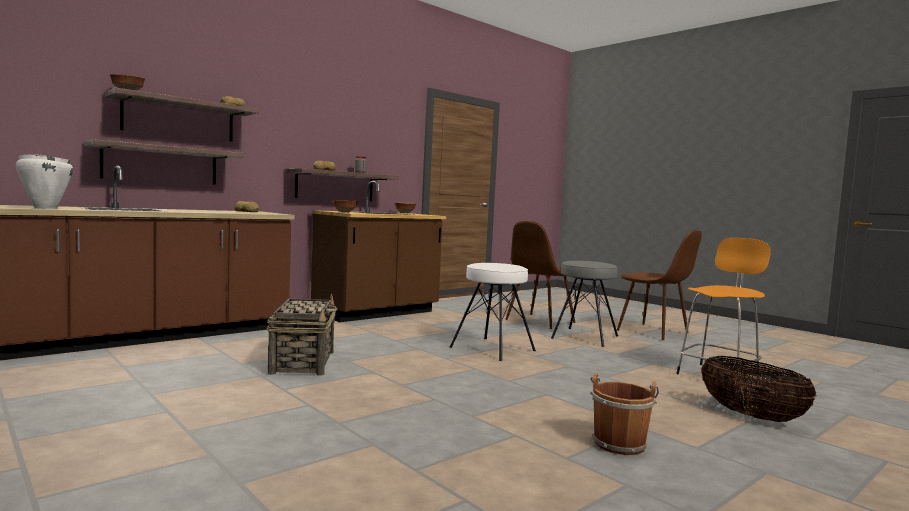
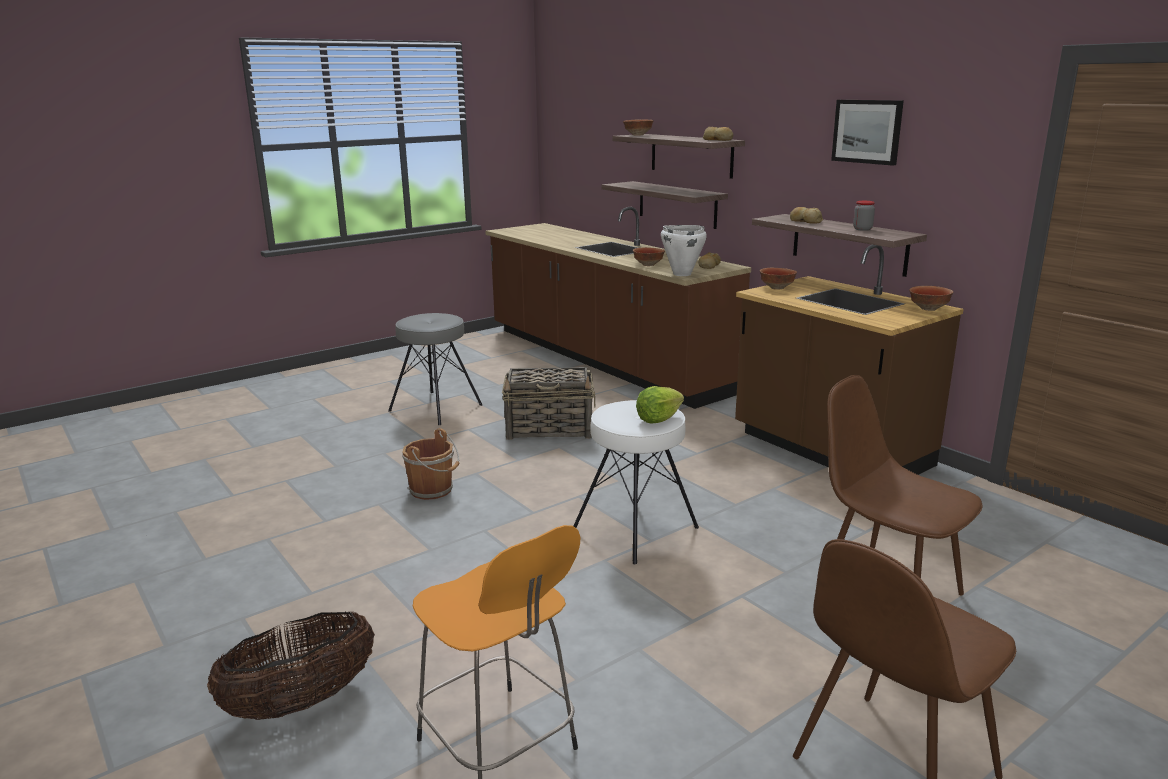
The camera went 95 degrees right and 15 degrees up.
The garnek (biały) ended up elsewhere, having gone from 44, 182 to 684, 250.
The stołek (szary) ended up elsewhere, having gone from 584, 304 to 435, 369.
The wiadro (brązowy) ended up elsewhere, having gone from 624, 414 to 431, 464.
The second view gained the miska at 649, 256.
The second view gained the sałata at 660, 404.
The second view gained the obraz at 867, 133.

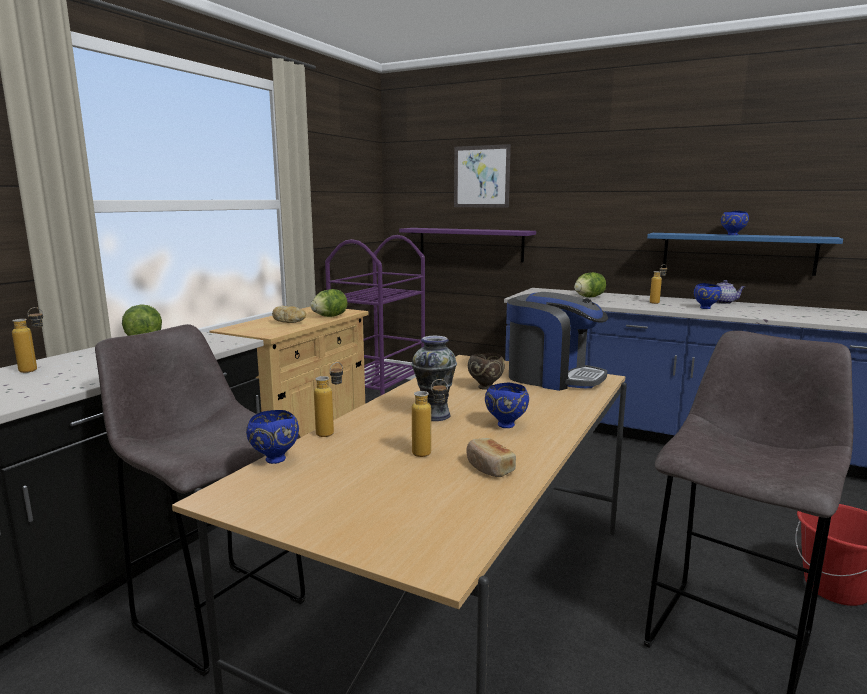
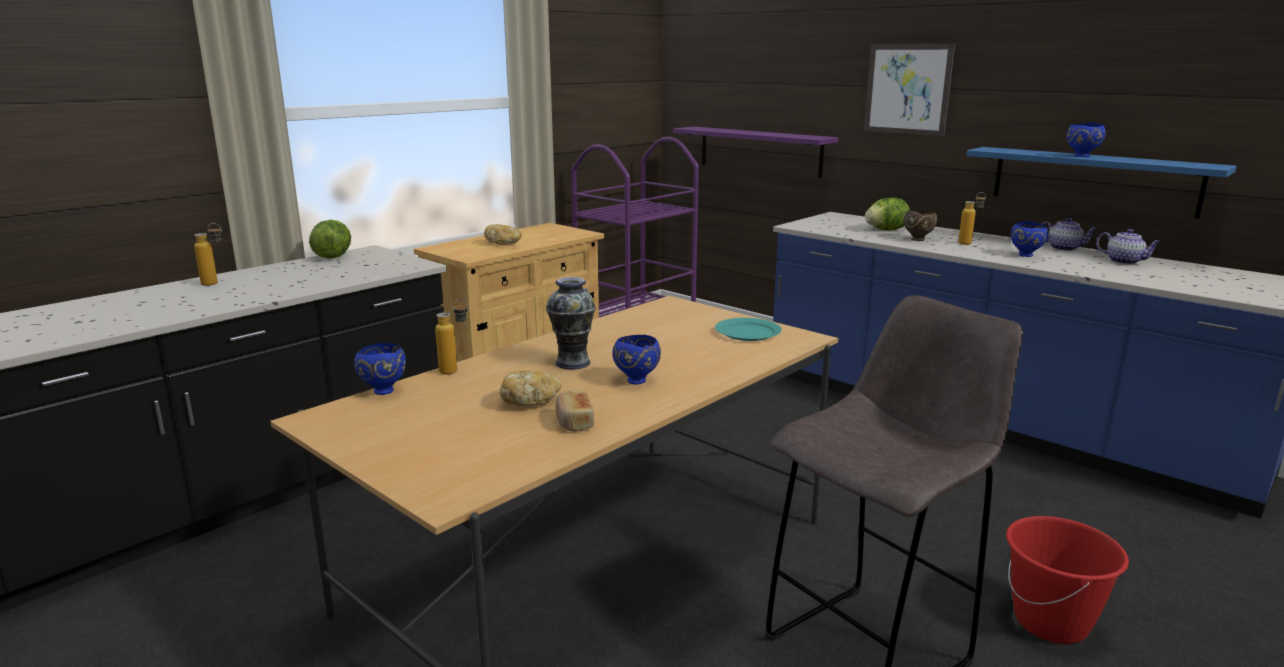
The camera went 15 degrees right and 5 degrees up.
The second view lost the stołek (szary) at 200, 500.
The second view lost the sałata at 328, 303.
Where the butelka stood at 430, 418, the chleb came to stand at 530, 388.
The obraz ended up elsewhere, having gone from 482, 176 to 909, 89.
The miska (brązowy) ended up elsewhere, having gone from 486, 371 to 920, 225.
Where the ekspres do kawy stood at 557, 341, the talerz (turkusowy) came to stand at 748, 329.
The second view gained the imbryk at 1128, 246.

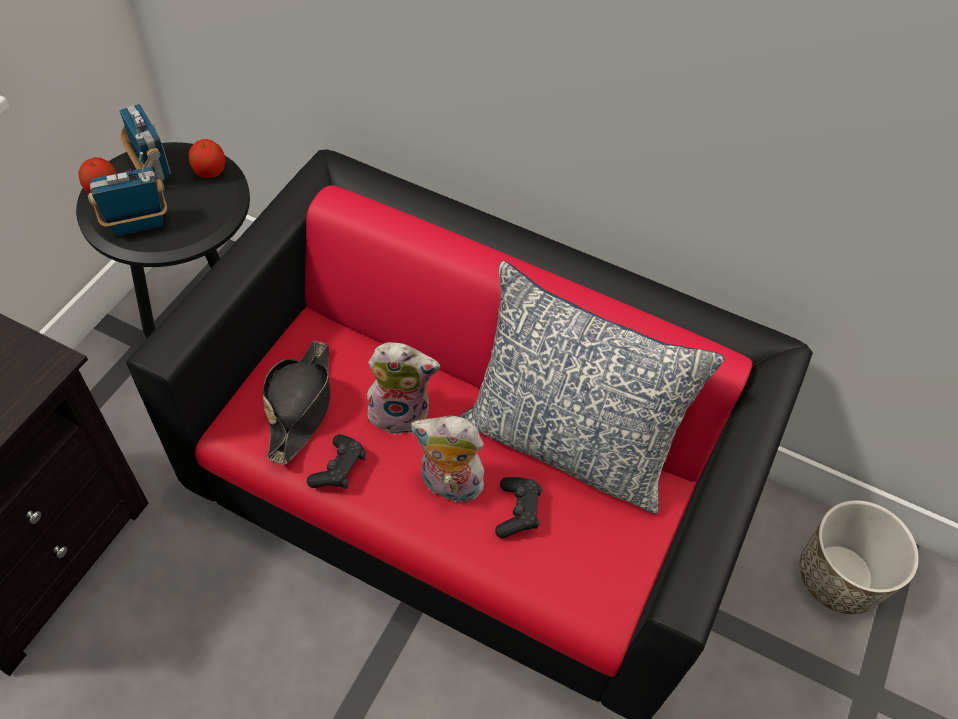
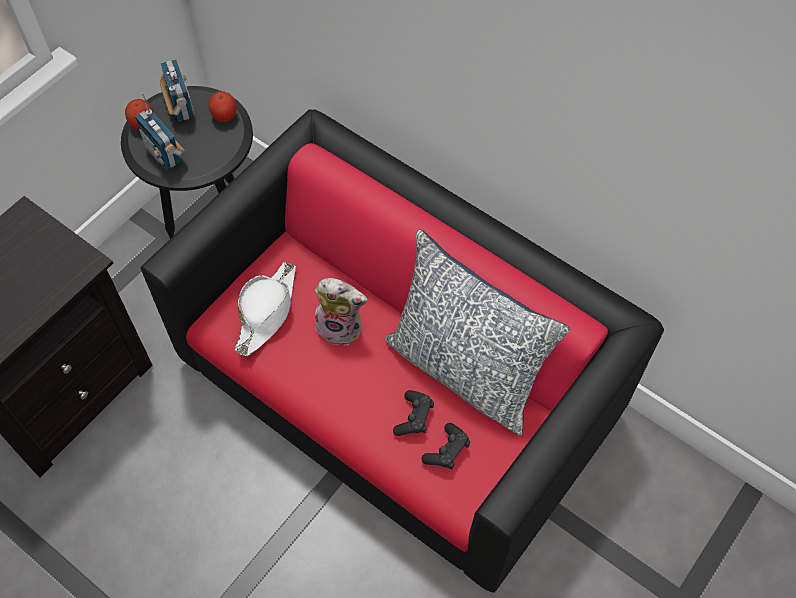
The camera went 15 degrees right and 5 degrees up.
The radio at 127, 194 ended up facing another way, 120 degrees counterclockwise from before.
What was the kapelusz (czarny) at 296, 402 turned into the kapelusz (biały) at 265, 309.
The pad do gier (czarny) ended up elsewhere, having gone from 336, 461 to 446, 446.
The second view lost the pluszak at 447, 461.
The second view lost the donica at 859, 557.

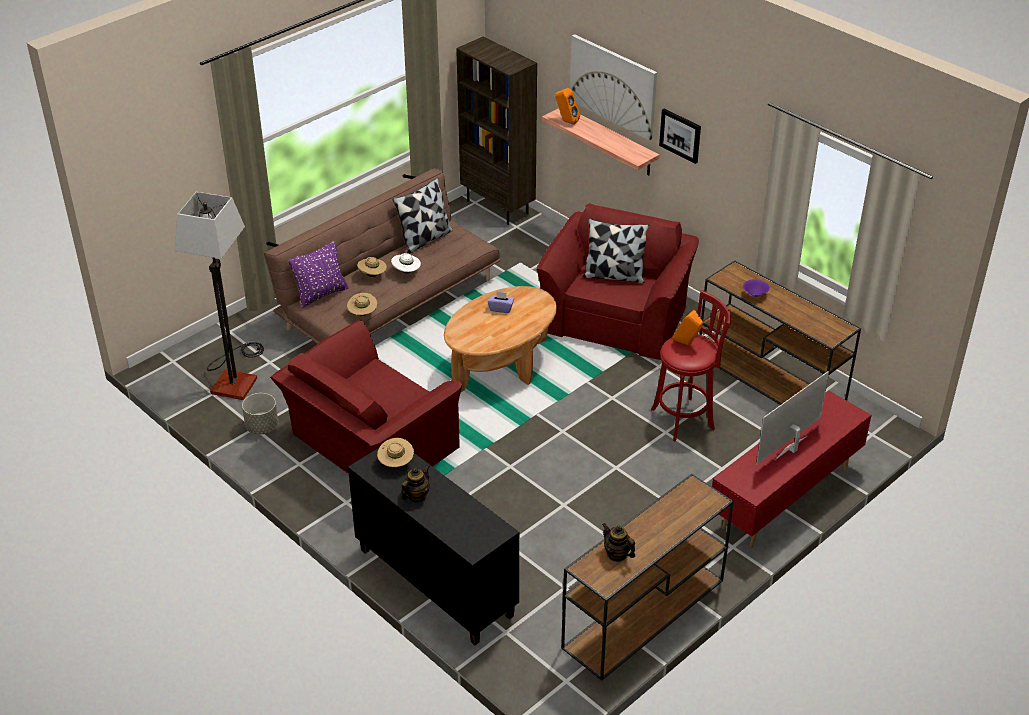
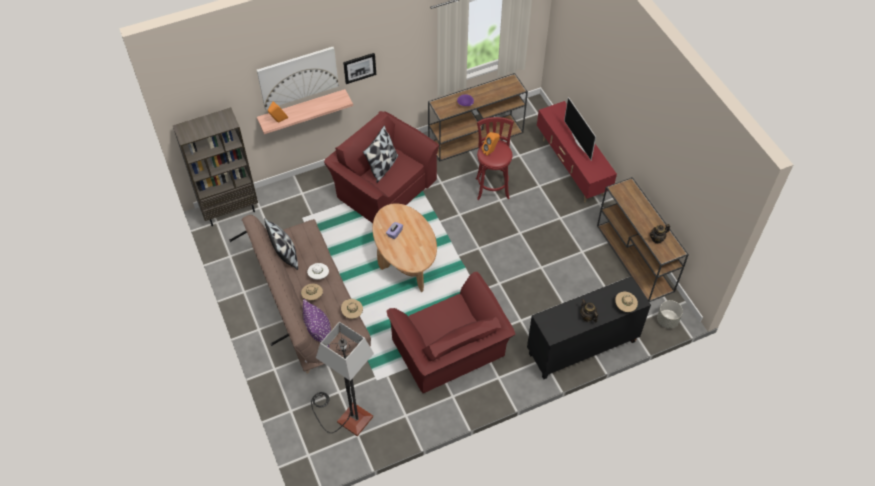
The camera went 70 degrees left and 15 degrees up.
The donica (szary) ended up elsewhere, having gone from 260, 413 to 670, 314.
The kapelusz (beżowy) ended up elsewhere, having gone from 395, 452 to 626, 301.

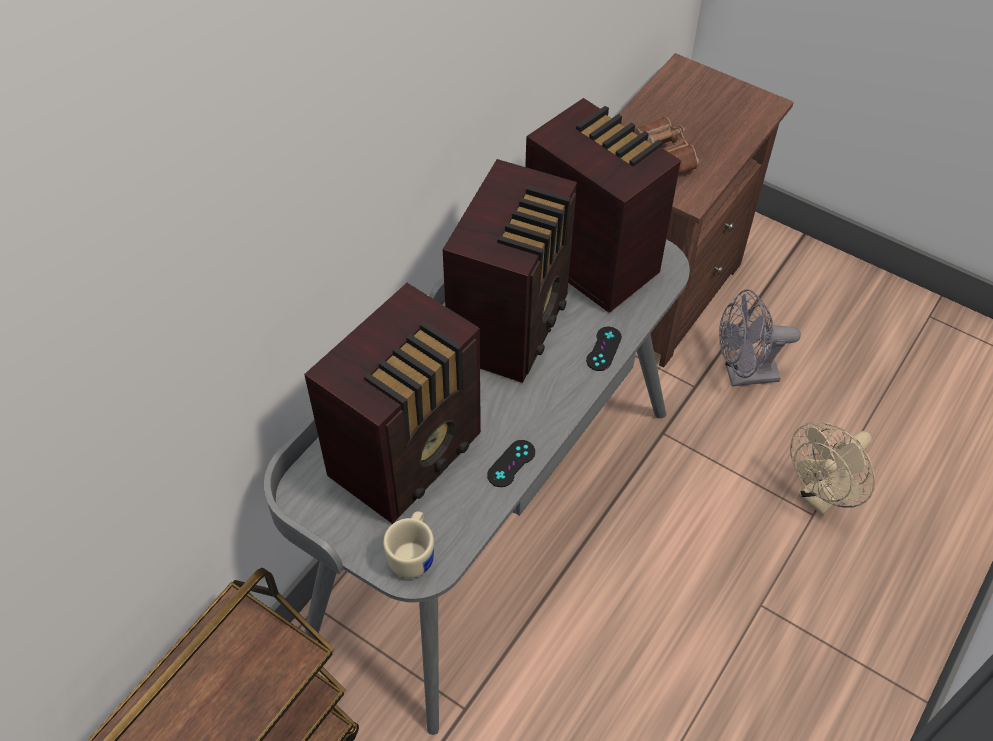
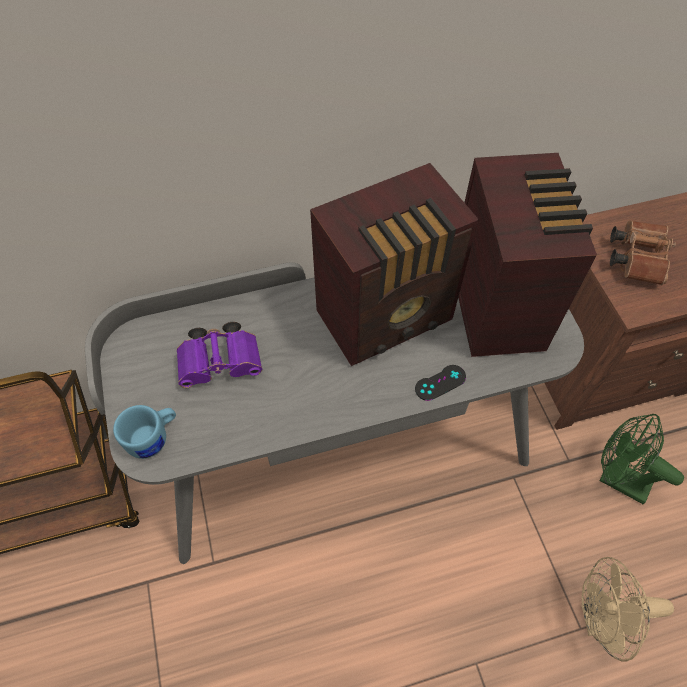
The camera went 40 degrees right and 5 degrees up.
Where the radio stood at 392, 403, the lornetka (fioletowy) came to stand at 219, 355.
What was the kubek (beżowy) at 408, 544 turned into the kubek (niebieski) at 144, 432.
The second view lost the pad do gier (czarny) at 511, 463.
What was the wentylator (szary) at 760, 337 turned into the wentylator (zielony) at 641, 459.

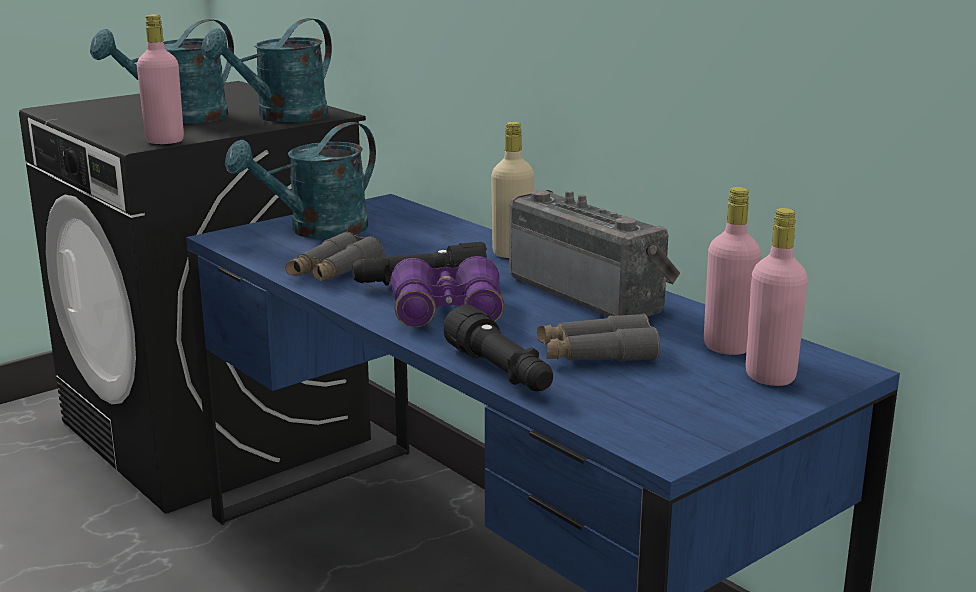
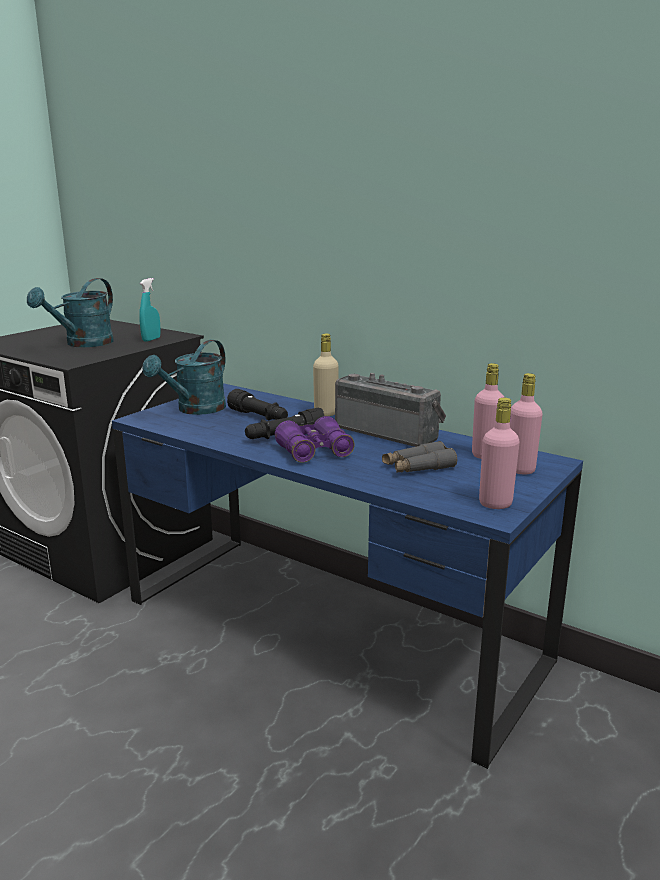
The camera went 15 degrees left and 0 degrees up.
The butelka (różowy) ended up elsewhere, having gone from 160, 79 to 499, 453.
Where the konewka (turkusowy) stood at 266, 70, the spryskiwacz (turkusowy) came to stand at 150, 310.
The second view lost the lornetka (szary) at 334, 256.
The latarka (czarny) ended up elsewhere, having gone from 498, 347 to 257, 404.

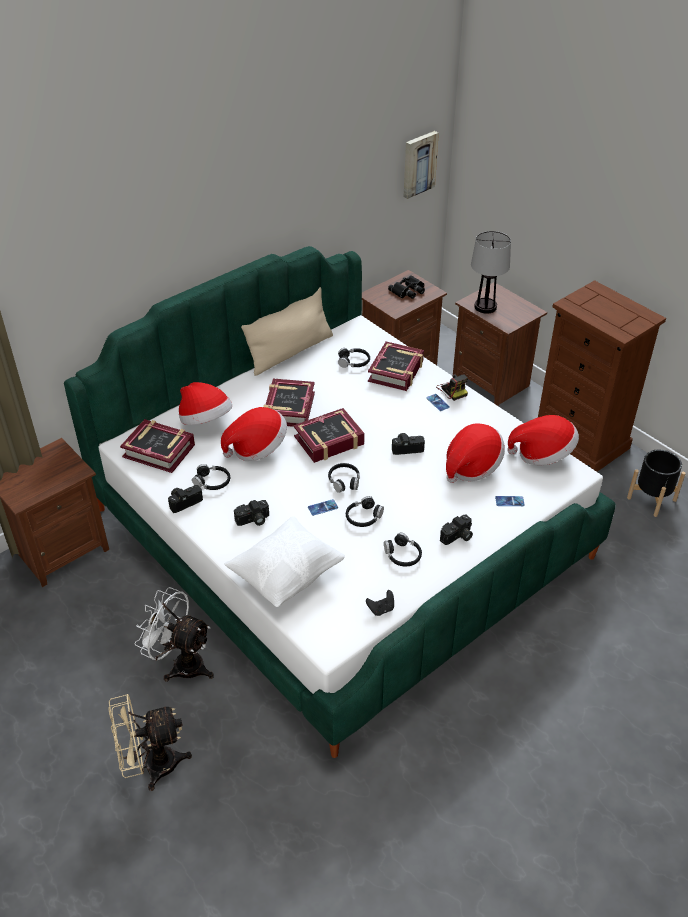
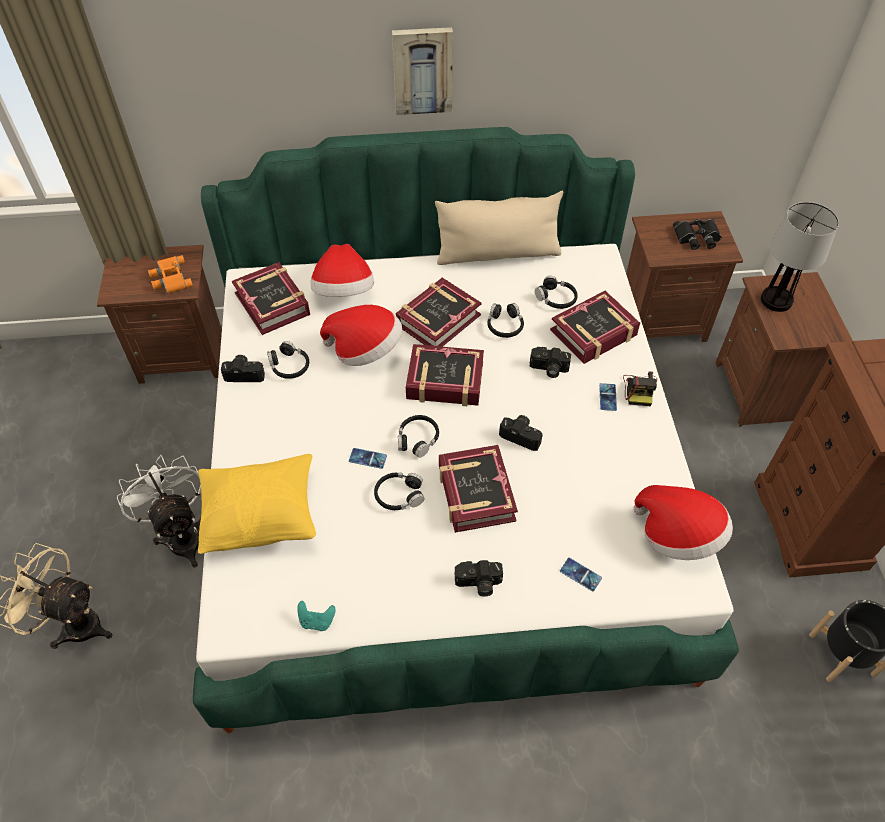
The camera went 35 degrees right and 10 degrees up.
What was the poduszka (biały) at 284, 562 turned into the poduszka (żółty) at 257, 504.
The aparat fotograficzny ended up elsewhere, having gone from 251, 513 to 550, 362.
What was the pad do gier (czarny) at 380, 603 turned into the pad do gier (turkusowy) at 316, 616.
The słuchawki (czarny) ended up elsewhere, having gone from 403, 549 to 505, 320.
The obraz ended up elsewhere, having gone from 421, 165 to 422, 71.
The second view lost the kapelusz at 475, 453.
The second view gained the lornetka (pomarańczowy) at 170, 274.
The second view gained the książka at 478, 489.

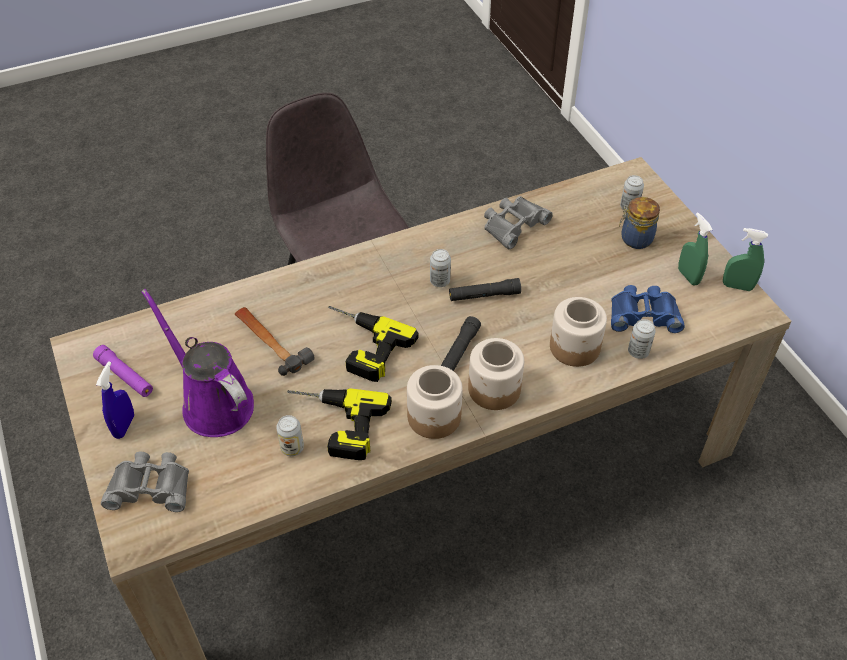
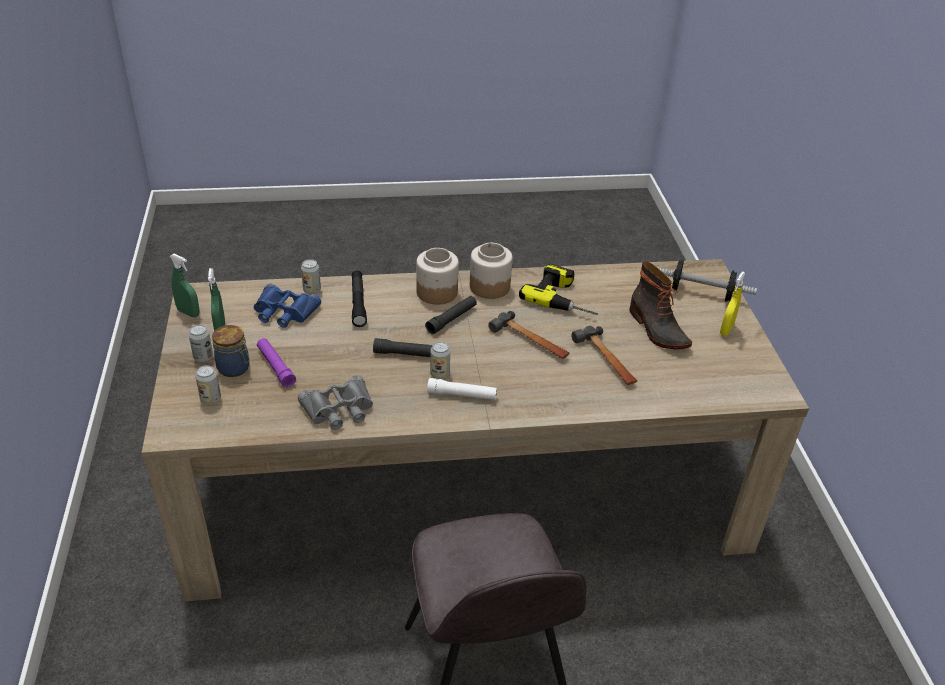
The camera went 165 degrees left and 10 degrees down.
The latarka (fioletowy) ended up elsewhere, having gone from 123, 371 to 276, 362.
What was the spryskiwacz (niebieski) at 115, 400 turned into the spryskiwacz (żółty) at 732, 304.
Where the lornetka (szary) stood at 145, 482, the hantel came to stand at 707, 281.
Where the konewka (fioletowy) stood at 197, 363, the but z cholewką came to stand at 660, 305.
The puszka ended up elsewhere, having gone from 290, 435 to 201, 343.
Where the wiertarka stood at 373, 344, the młotek came to stand at 528, 335.
Where the słoik stood at 578, 332, the latarka (czarny) came to stand at 359, 299.
The second view gained the latarka (biały) at 462, 389.

